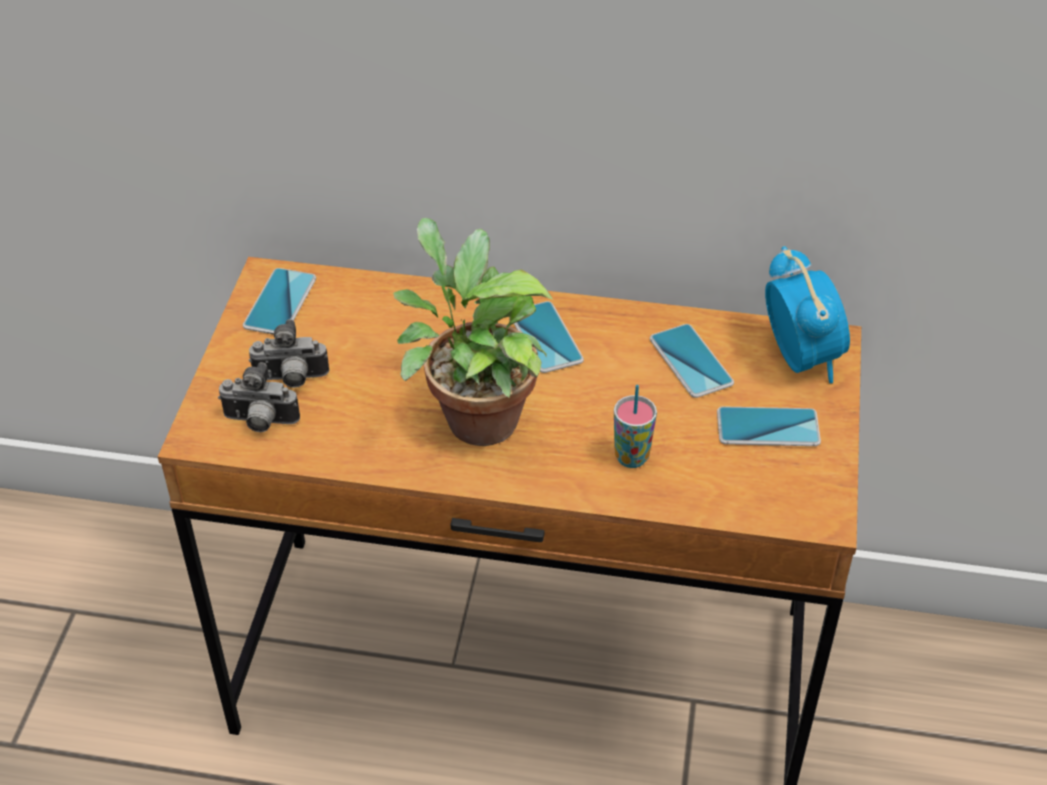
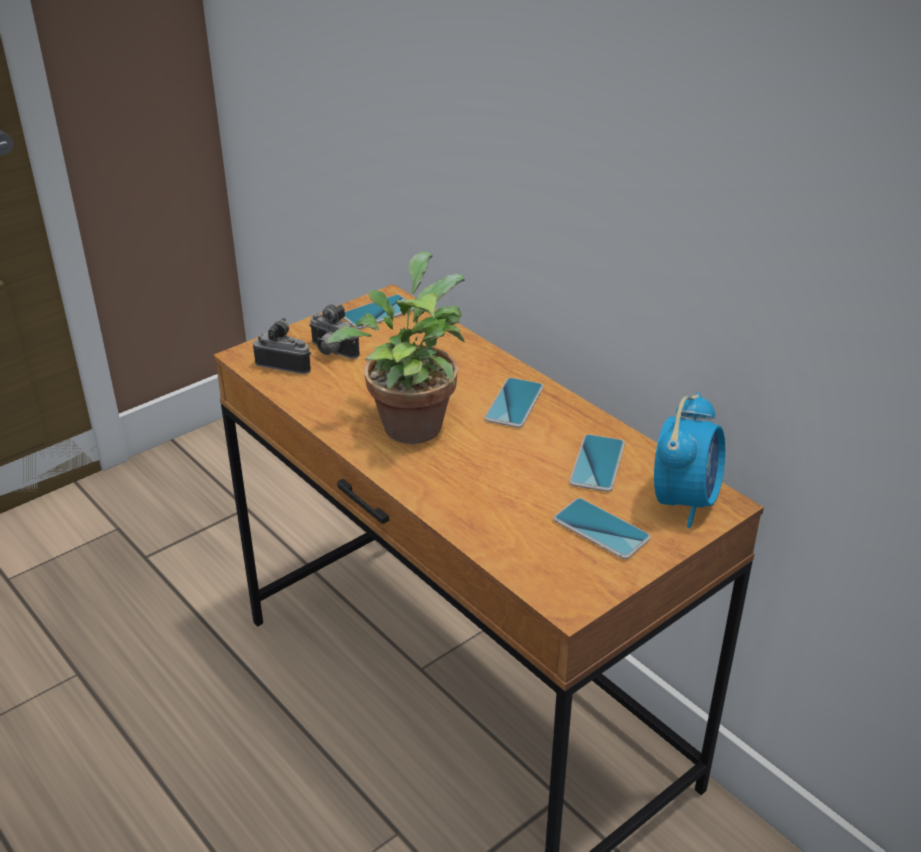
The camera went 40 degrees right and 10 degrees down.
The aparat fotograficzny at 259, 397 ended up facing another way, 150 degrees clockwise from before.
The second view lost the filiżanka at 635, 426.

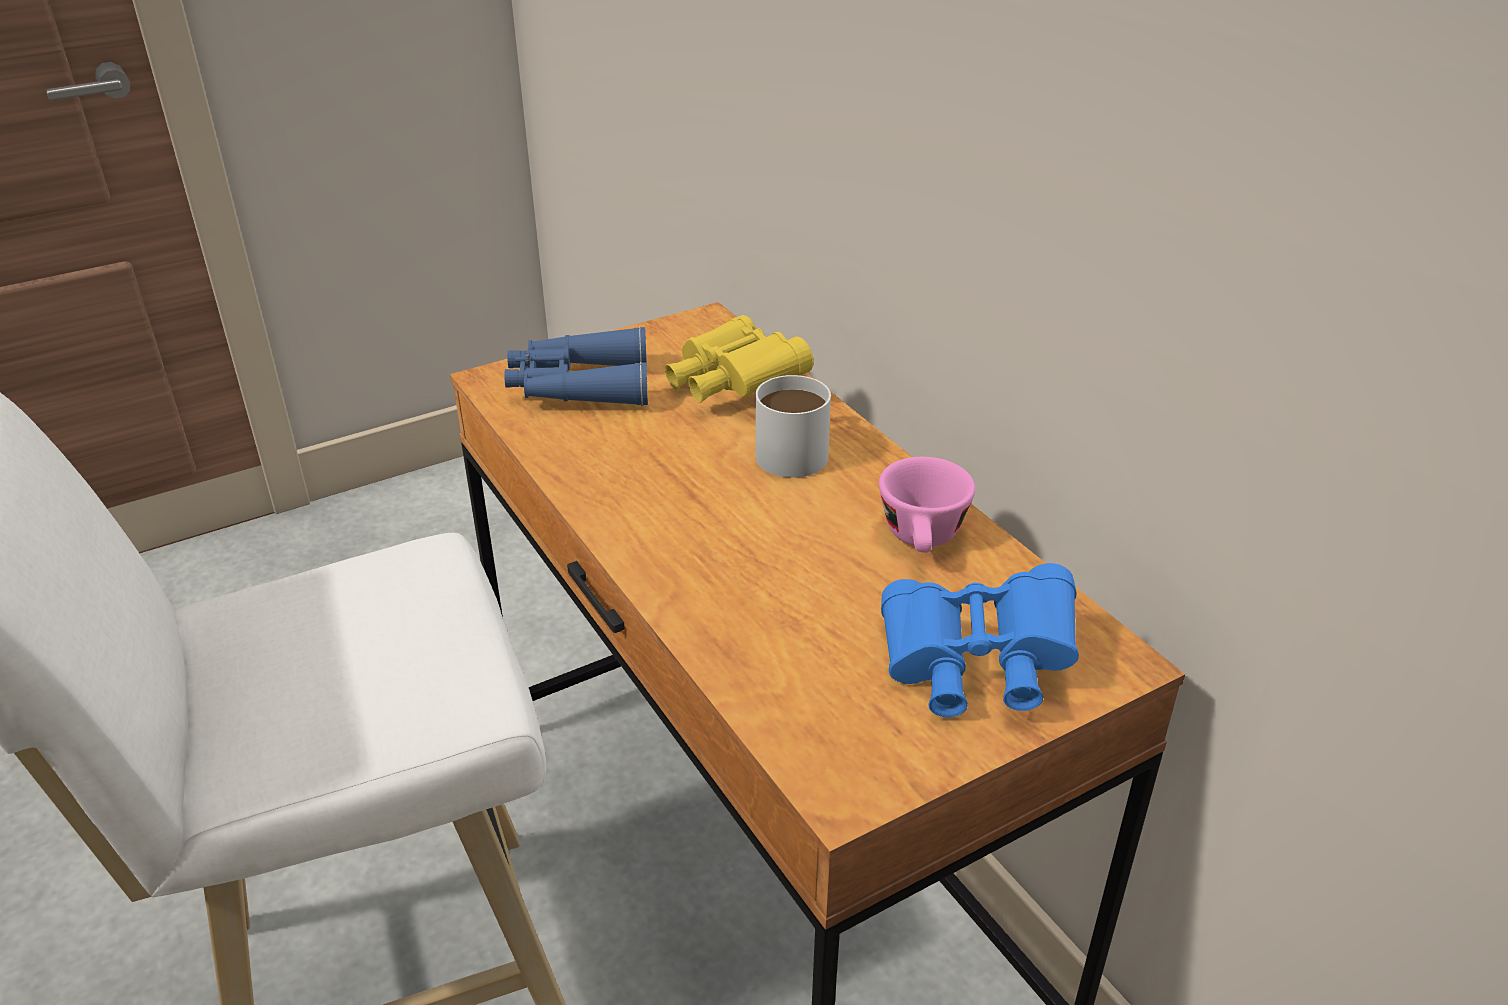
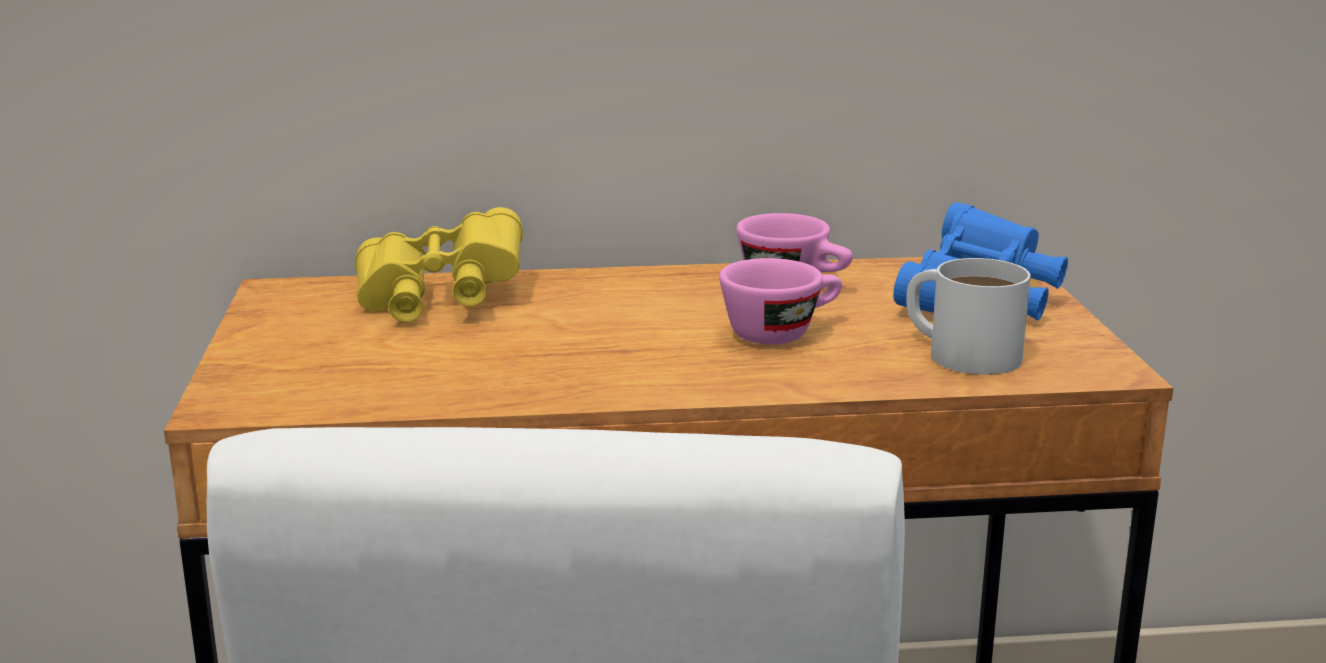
The camera went 65 degrees left and 15 degrees down.
The second view lost the lornetka (niebieski) at 576, 366.
The kubek (biały) ended up elsewhere, having gone from 793, 426 to 968, 316.
The second view gained the filiżanka (różowy) at 780, 301.

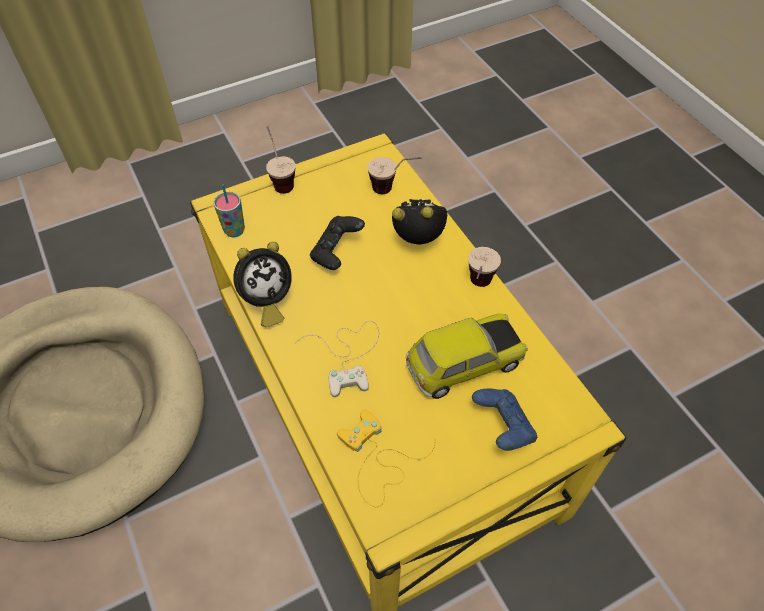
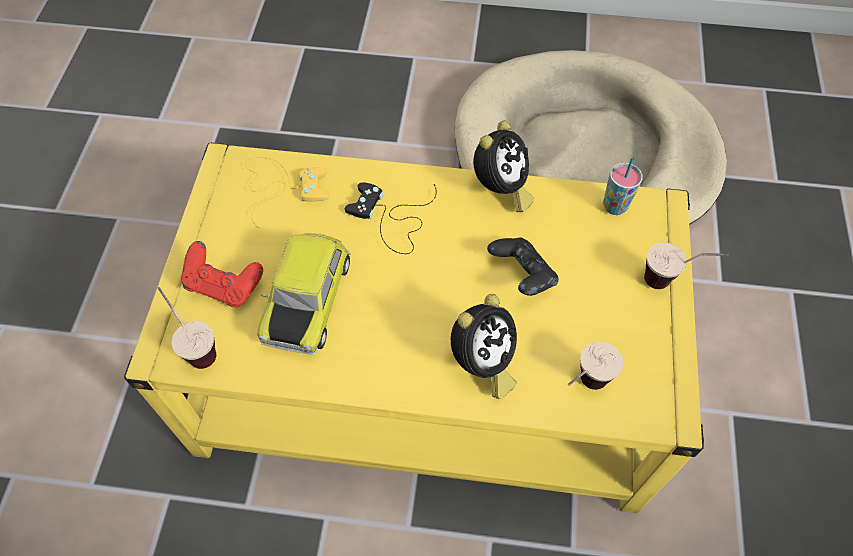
The camera went 125 degrees right and 5 degrees up.
The budzik at 262, 284 ended up facing another way, 150 degrees counterclockwise from before.
What was the pad do gier (biały) at 336, 359 turned into the pad do gier (czarny) at 391, 218.
The filiżanka ended up elsewhere, having gone from 484, 267 to 187, 328.
What was the pad do gier (niebieski) at 504, 420 turned into the pad do gier (czerwony) at 222, 274.

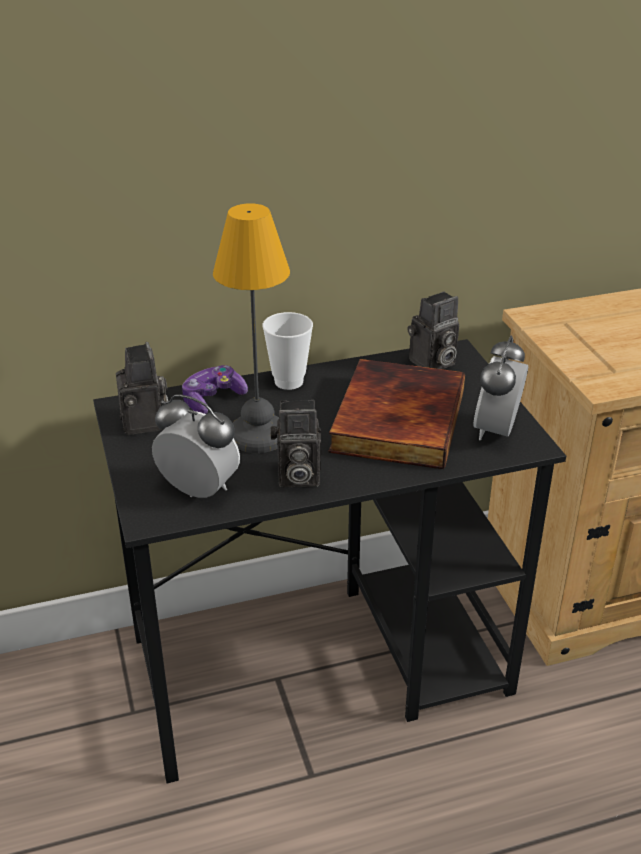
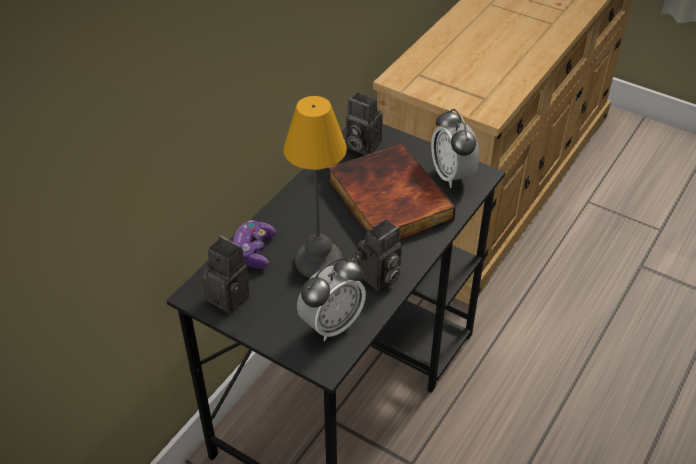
The camera went 40 degrees left and 10 degrees up.
The budzik at 196, 446 ended up facing another way, 150 degrees clockwise from before.
The second view lost the filiżanka at 288, 351.
The aparat fotograficzny at 433, 330 ended up facing another way, 105 degrees clockwise from before.

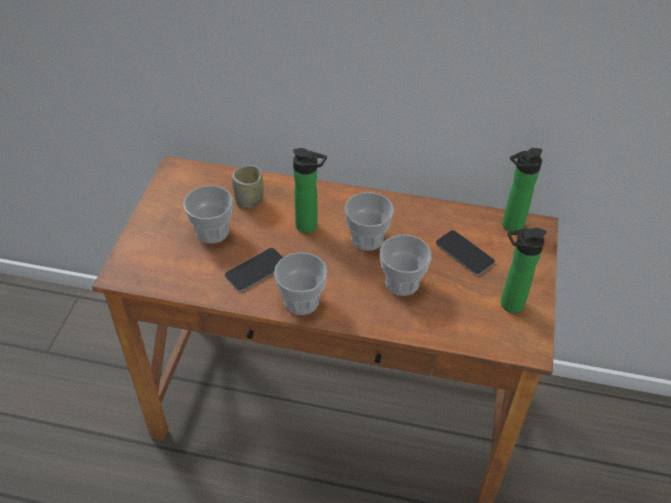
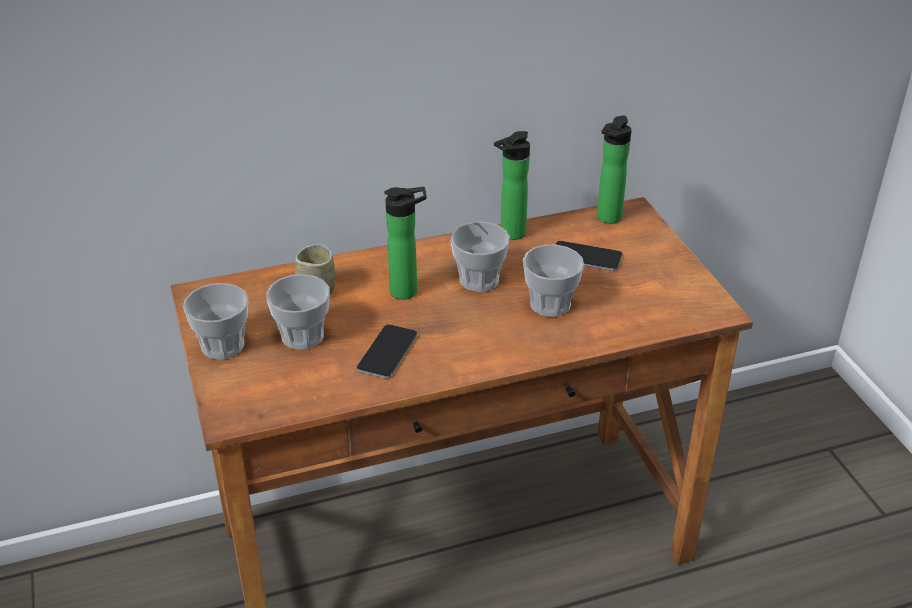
The camera went 30 degrees left and 10 degrees down.
The filiżanka ended up elsewhere, having gone from 300, 283 to 215, 321.
The butelka ended up elsewhere, having gone from 523, 270 to 512, 185.

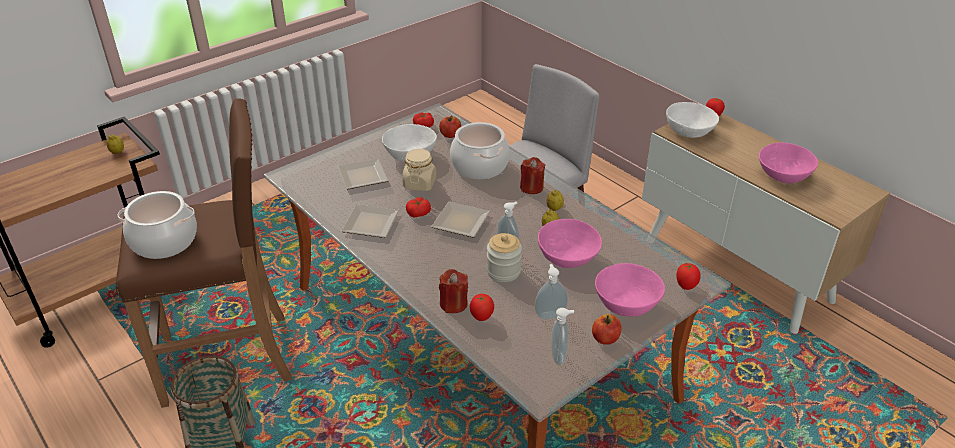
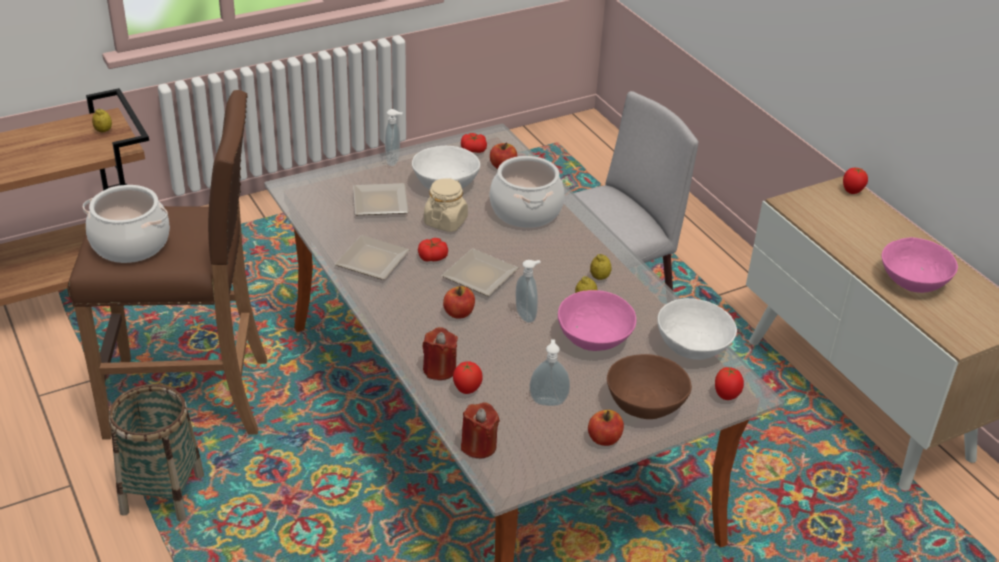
The camera went 10 degrees right and 0 degrees up.
The second view lost the słoik at 504, 257.
The świeca (czerwony) ended up elsewhere, having gone from 532, 175 to 480, 430.
The dozownik mydła ended up elsewhere, having gone from 562, 336 to 394, 137.
What was the miska (różowy) at 630, 290 turned into the miska (brązowy) at 649, 386.
The miska (biały) ended up elsewhere, having gone from 692, 120 to 697, 329.
The second view gained the jabłko at 459, 302.

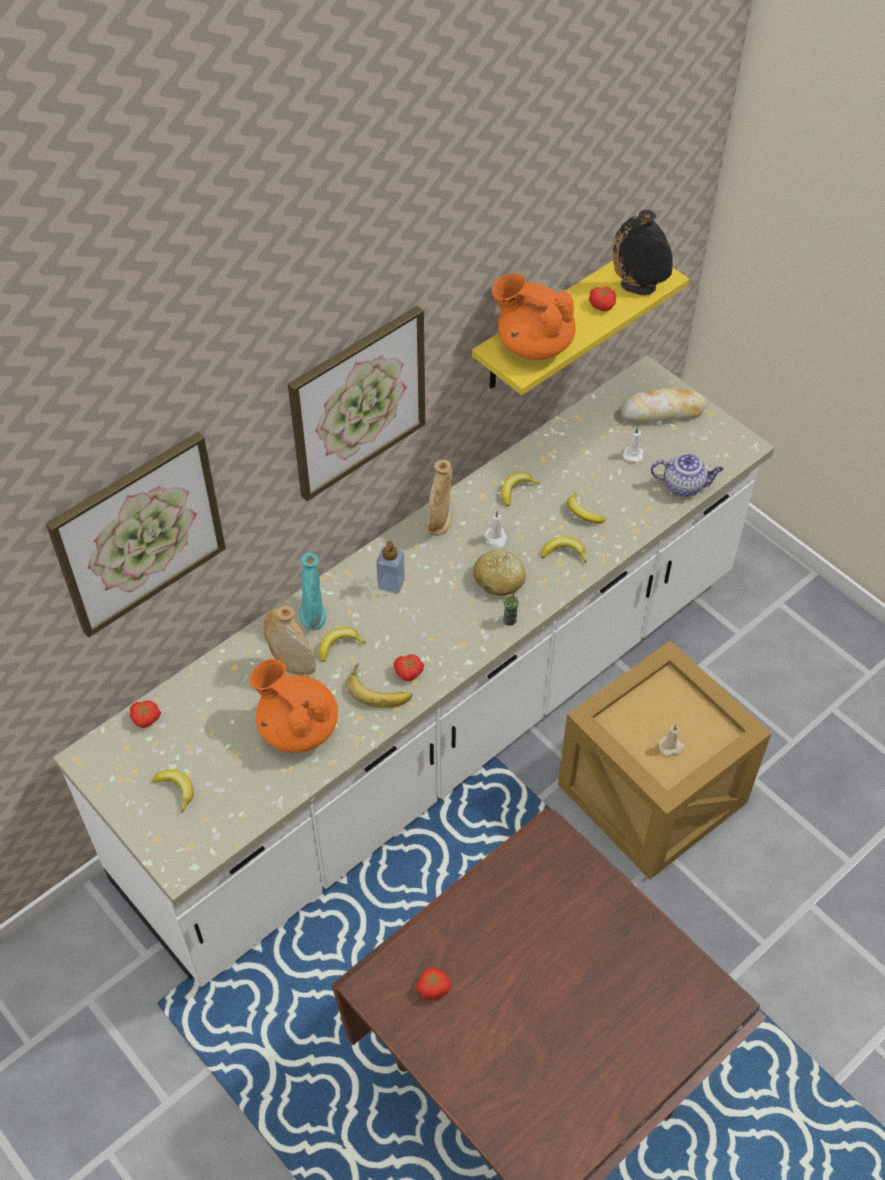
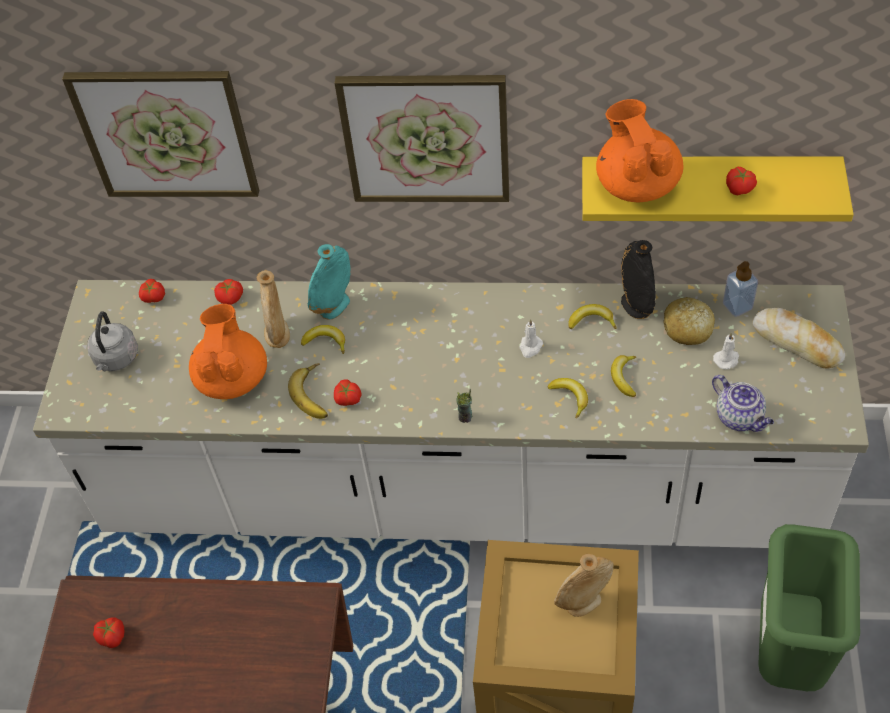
The camera went 50 degrees right and 0 degrees up.
Where the banan stood at 173, 791, the czajnik (szary) came to stand at 112, 341.
The dozownik mydła ended up elsewhere, having gone from 390, 567 to 740, 289.
The wazon (beżowy) ended up elsewhere, having gone from 439, 498 to 584, 585.
The chleb ended up elsewhere, having gone from 499, 573 to 689, 321.
The wazon (czarny) ended up elsewhere, having gone from 642, 252 to 638, 279.
The second view lost the świeca (beżowy) at 671, 740.
The second view gained the pomidor at 228, 292.
The second view gained the kosz na śmieci (zielony) at 809, 607.

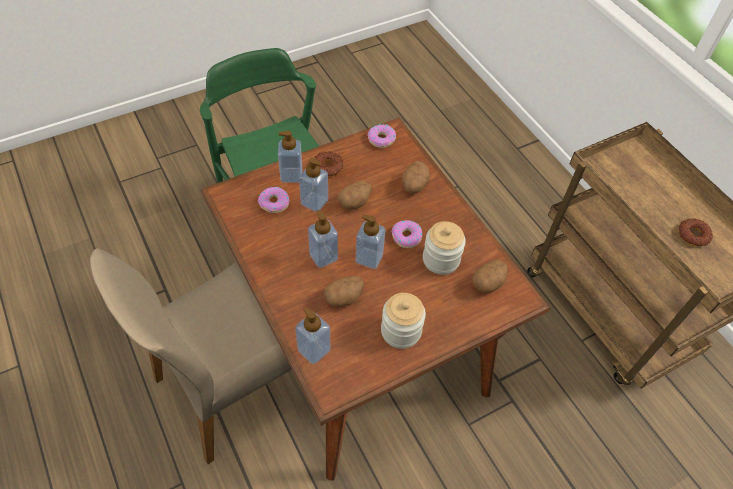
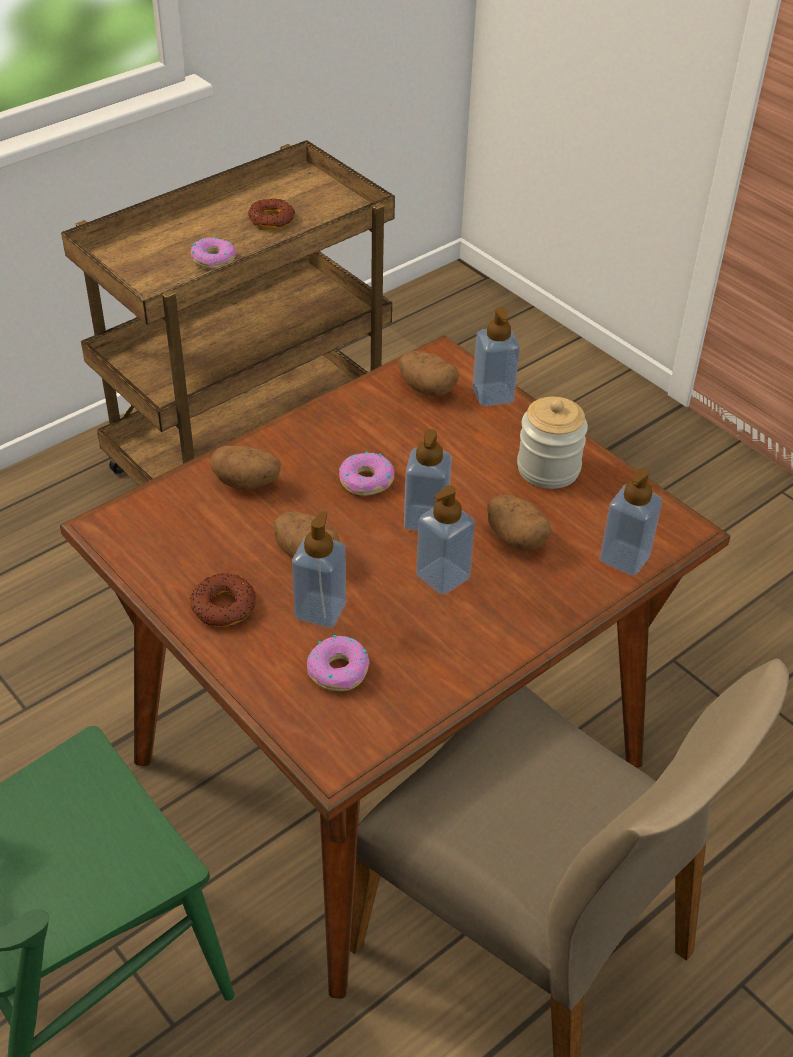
The camera went 100 degrees left and 10 degrees down.
The dozownik mydła ended up elsewhere, having gone from 290, 157 to 496, 357.
The donut ended up elsewhere, having gone from 381, 136 to 214, 253.
The second view lost the słoik at 444, 248.

